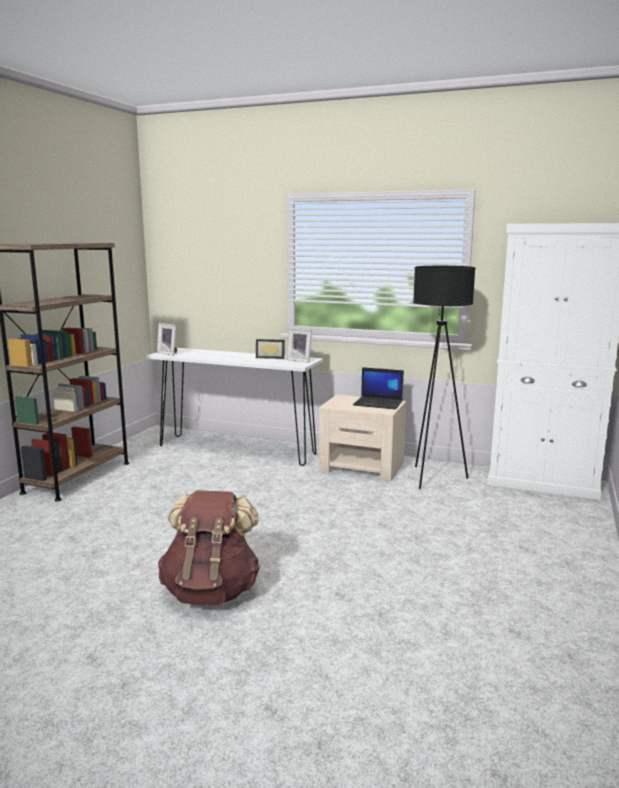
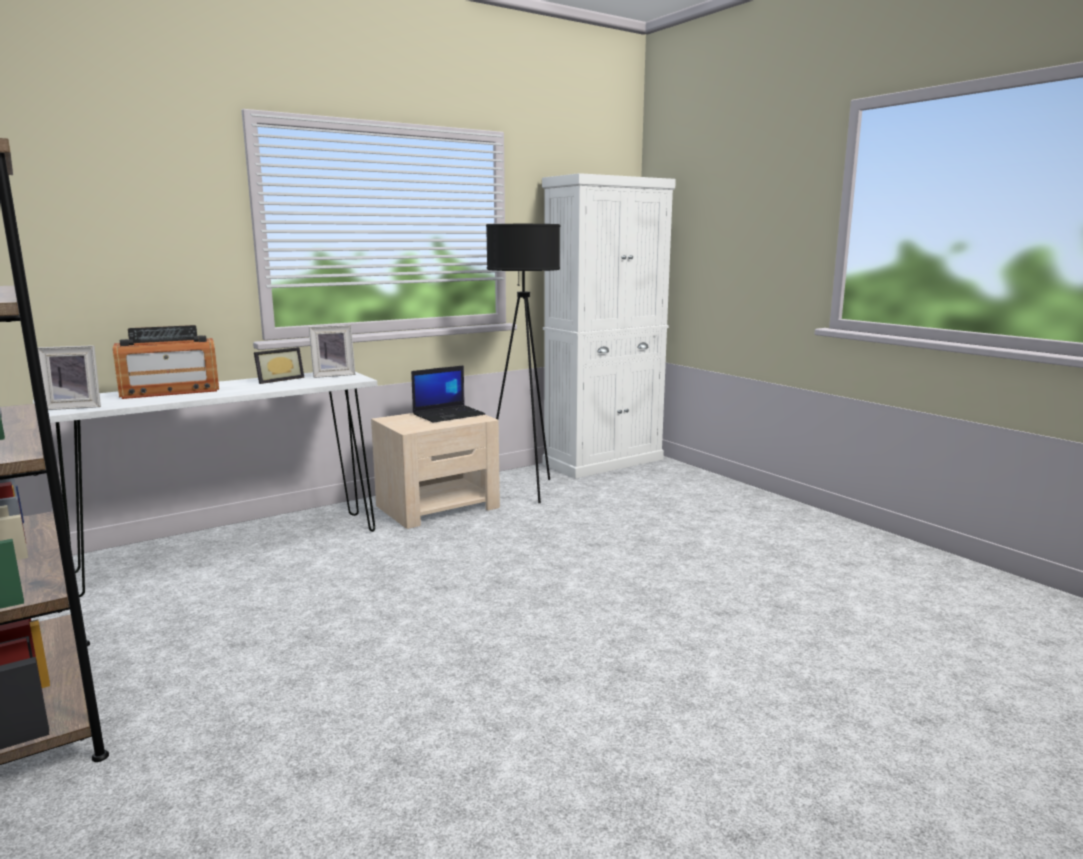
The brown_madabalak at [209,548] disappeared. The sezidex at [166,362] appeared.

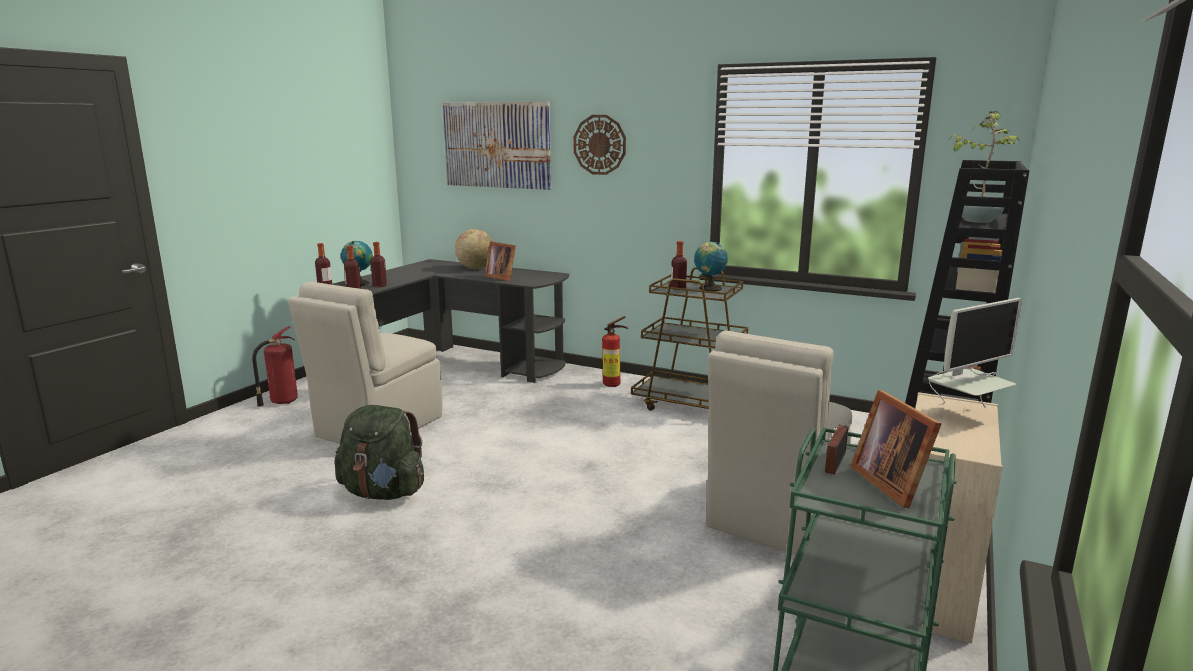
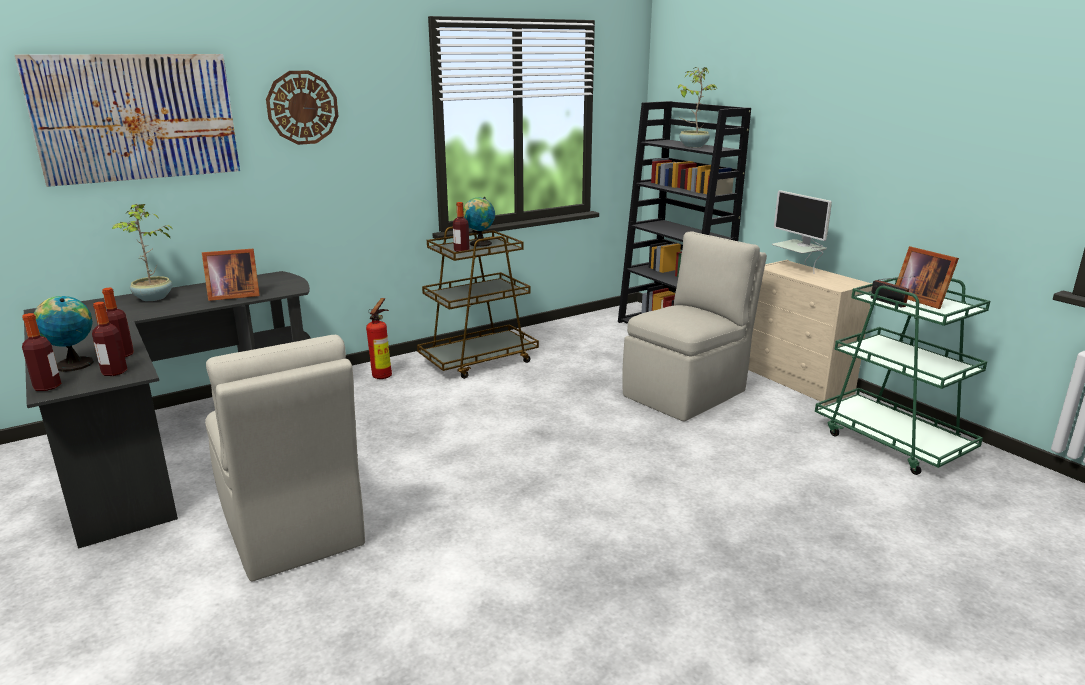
The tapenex at [474,249] was replaced by the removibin at [141,252]. The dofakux at [975,353] turned 150 degrees clockwise. The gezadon at [275,366] disappeared. The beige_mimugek at [779,442] turned 105 degrees counterclockwise. The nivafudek at [895,449] turned 45 degrees clockwise. The green_madabalak at [379,452] disappeared.

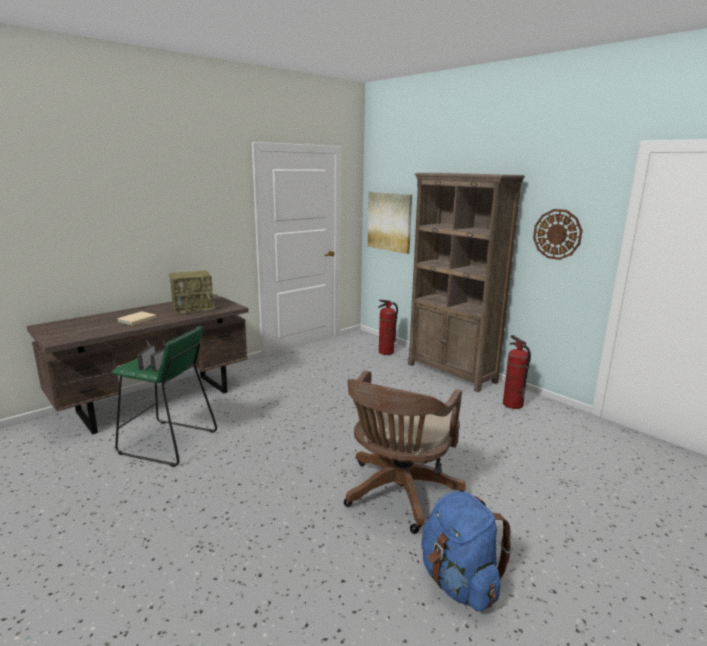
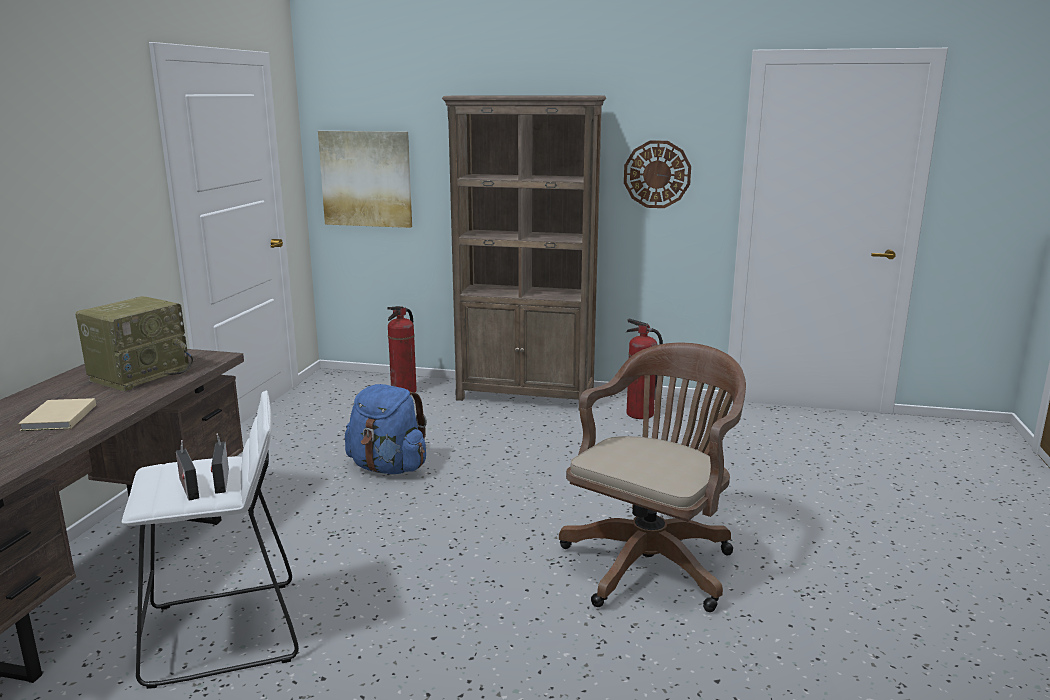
The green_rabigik at [164,396] became the white_rabigik at [210,540]. The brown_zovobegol at [405,452] turned 135 degrees counterclockwise. The blue_madabalak moved from [467,551] to [386,429].

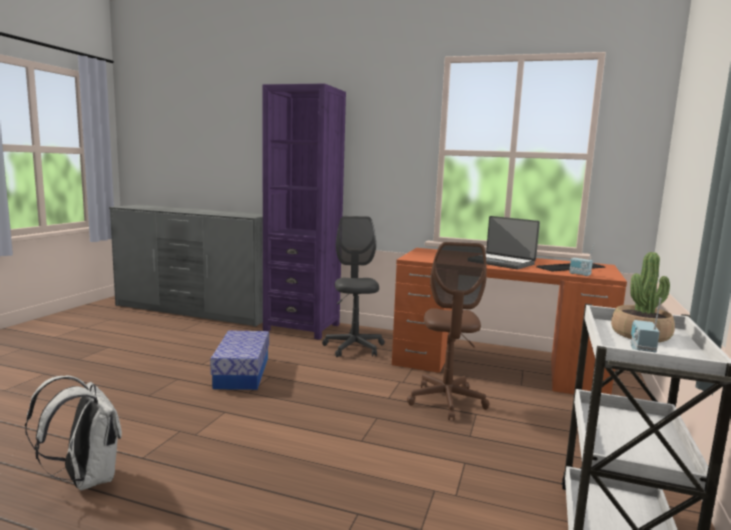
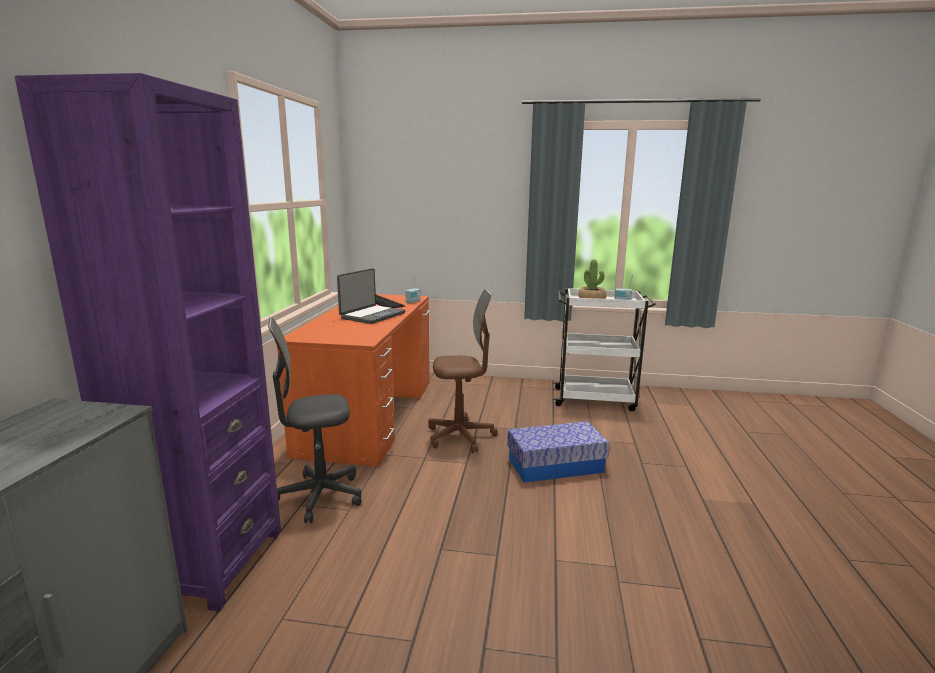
The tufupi moved from [239,360] to [558,452]. The white_madabalak at [73,433] disappeared.

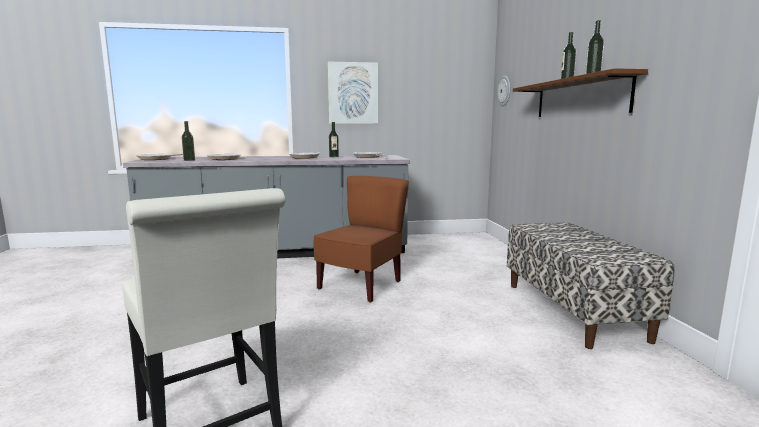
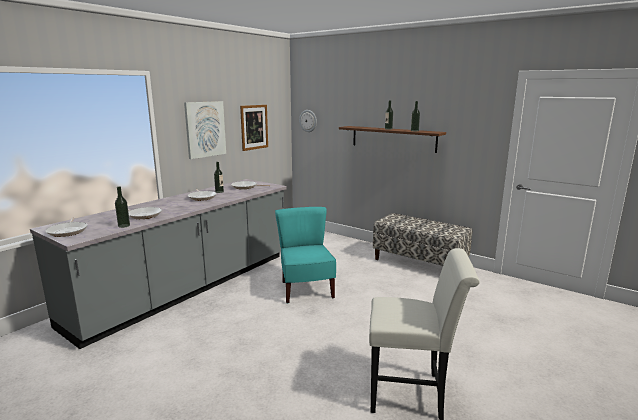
The brown_mimugek at [361,239] became the turquoise_mimugek at [305,255]. The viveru at [254,128] appeared.

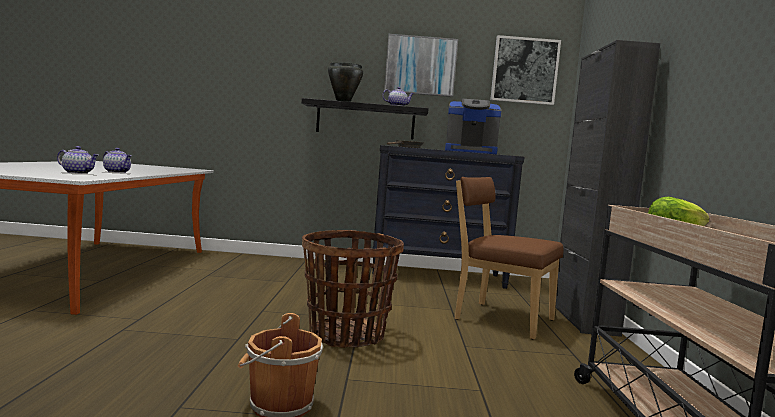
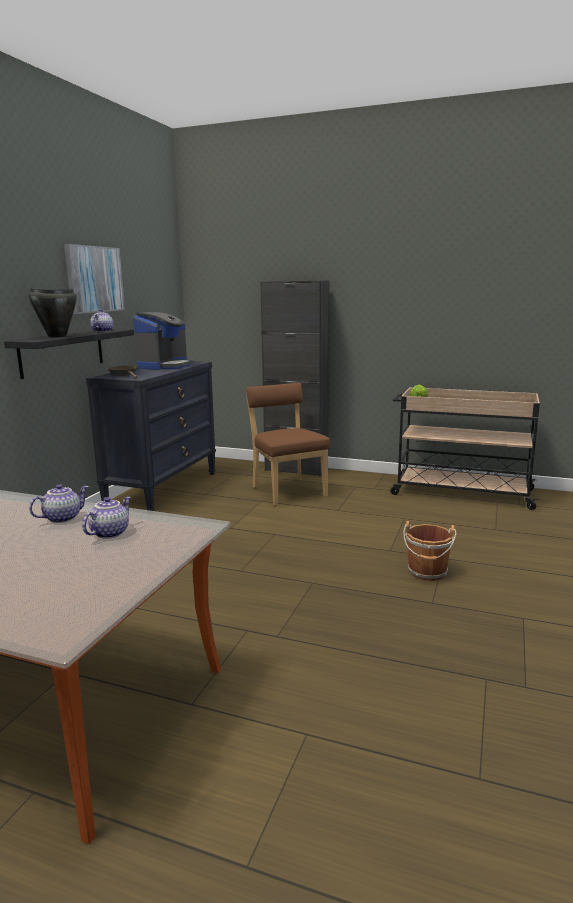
The viveru at [525,70] disappeared. The brown_mimugek at [509,258] turned 105 degrees clockwise. The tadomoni at [353,289] disappeared.

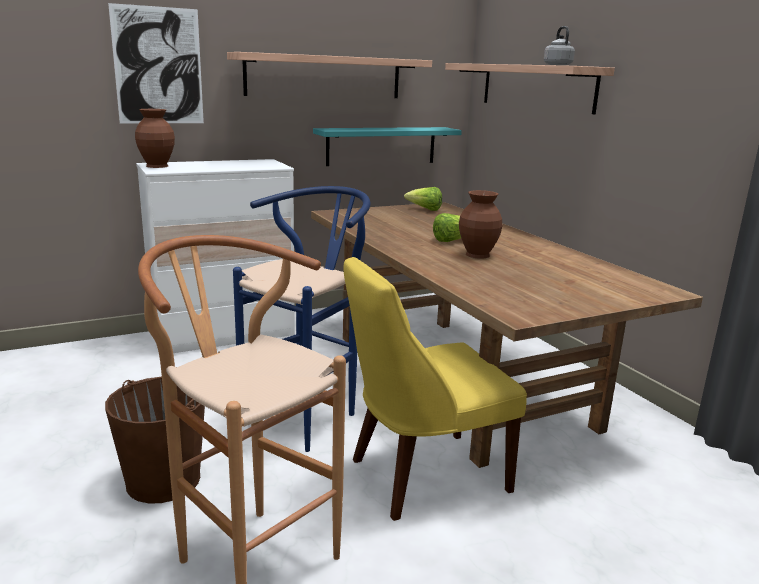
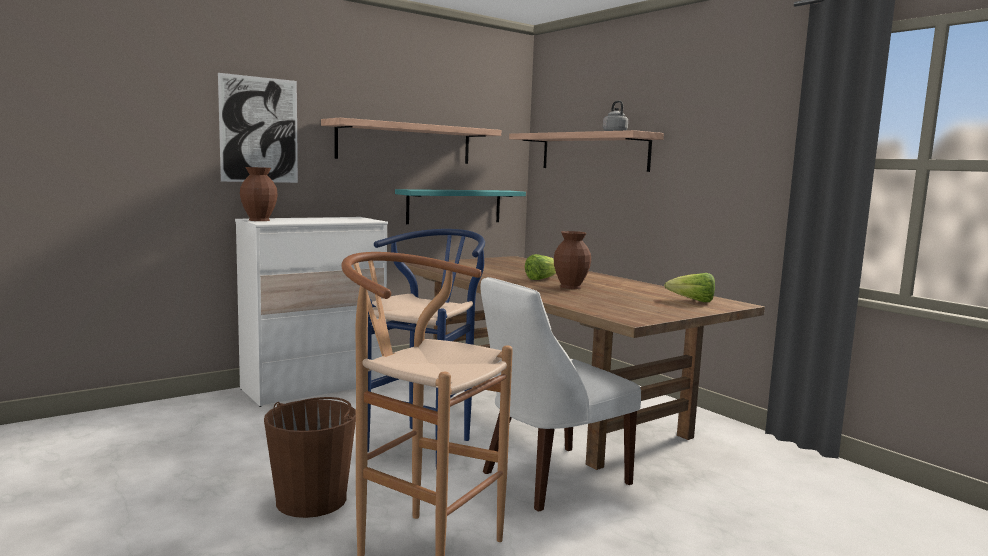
The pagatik moved from [423,199] to [689,287]. The yellow_mimugek at [435,389] became the white_mimugek at [561,394].

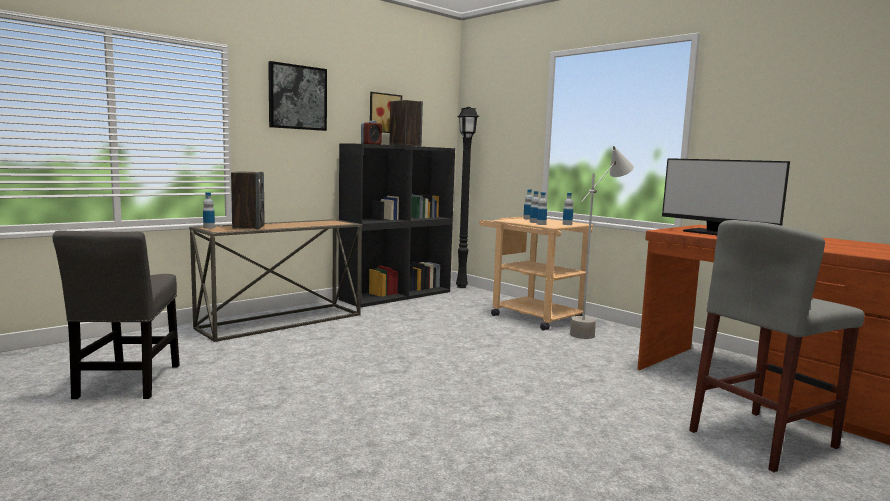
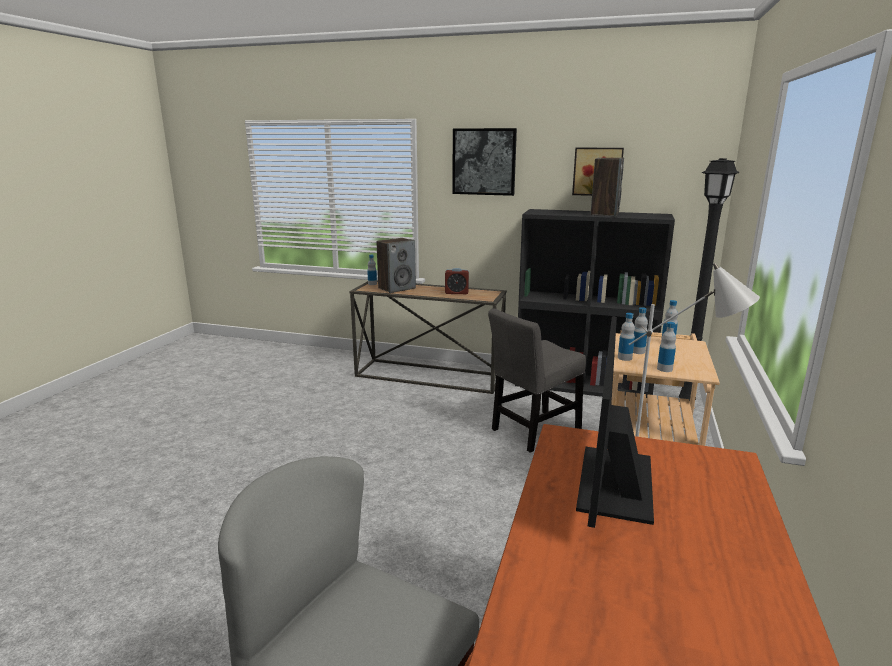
The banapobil moved from [371,133] to [457,281]. The grey_mimugek moved from [116,314] to [537,381].

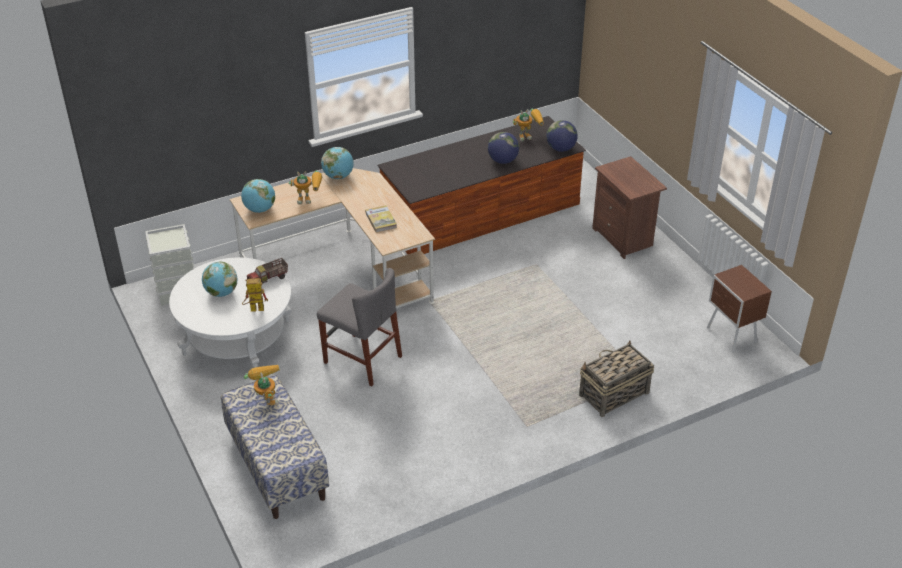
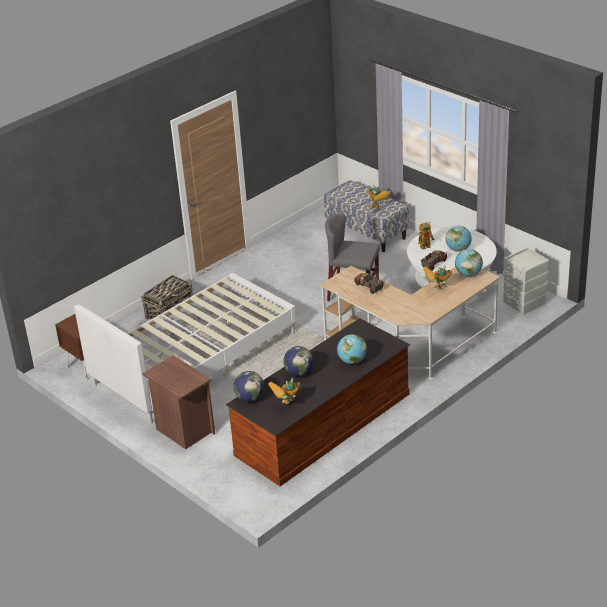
The tapenex moved from [337,163] to [352,349]. The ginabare at [381,219] was replaced by the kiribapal at [369,283]. The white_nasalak at [185,348] appeared.

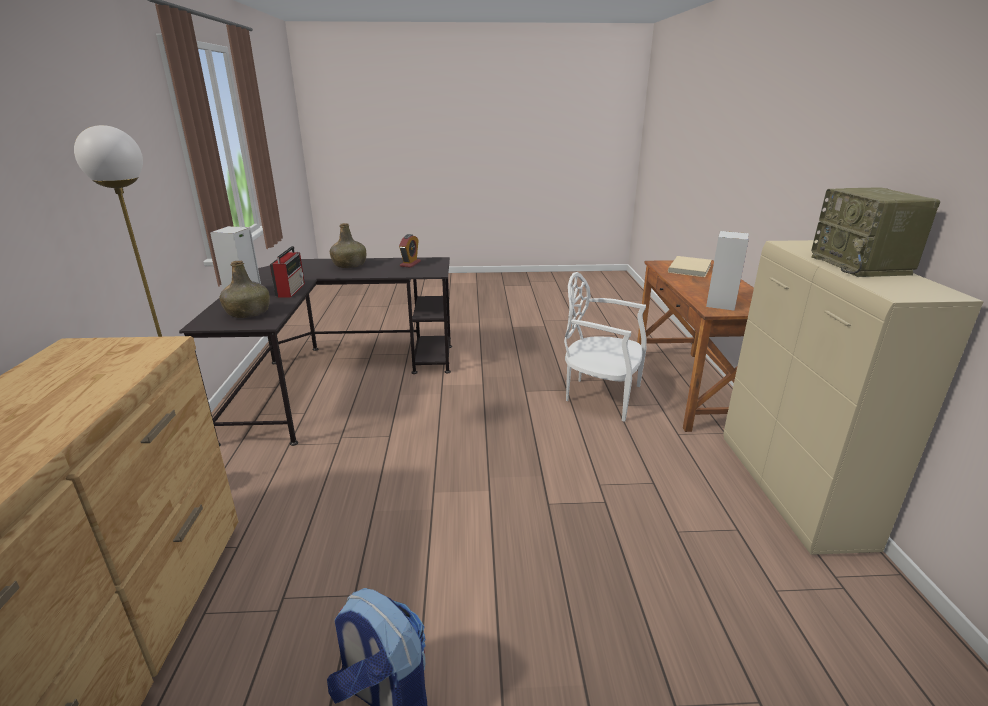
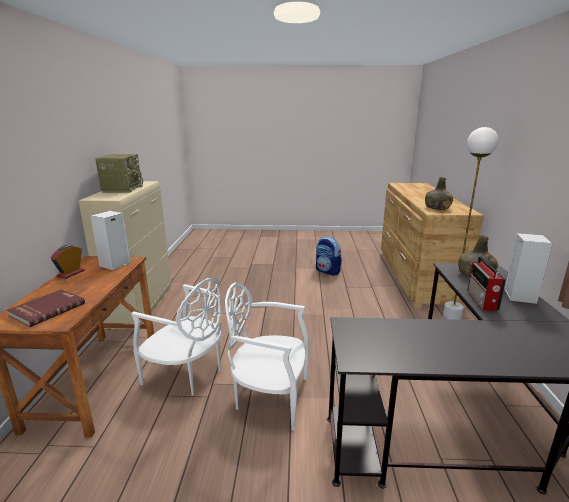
The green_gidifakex moved from [348,245] to [439,193]. The banapobil moved from [410,251] to [68,262]. The beige_ginabare at [690,266] became the red_ginabare at [46,308]. The white_mimugek at [267,356] appeared.

